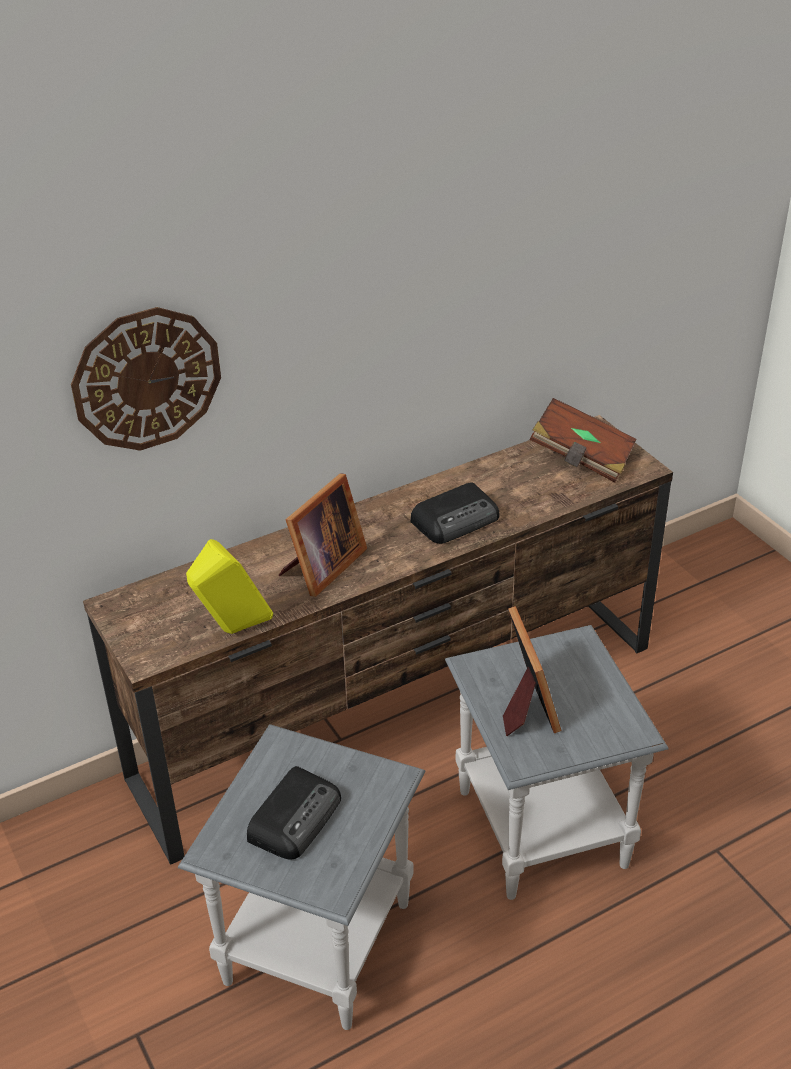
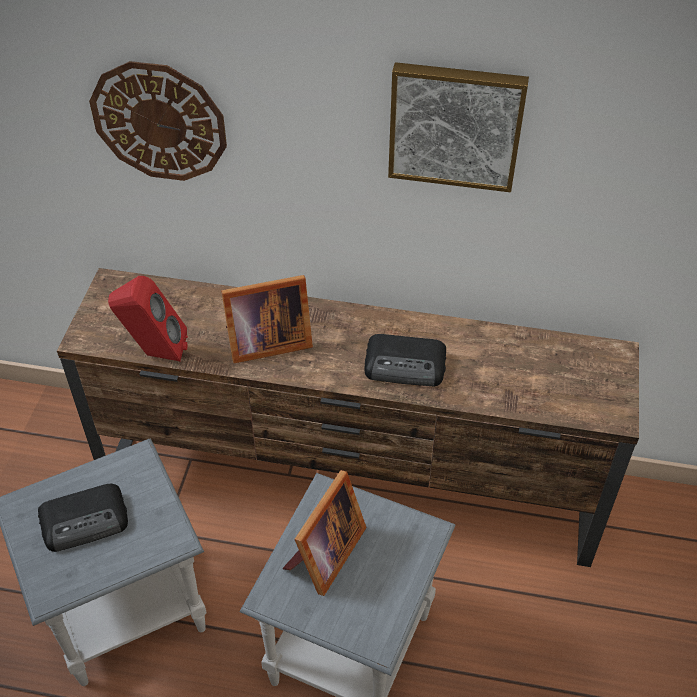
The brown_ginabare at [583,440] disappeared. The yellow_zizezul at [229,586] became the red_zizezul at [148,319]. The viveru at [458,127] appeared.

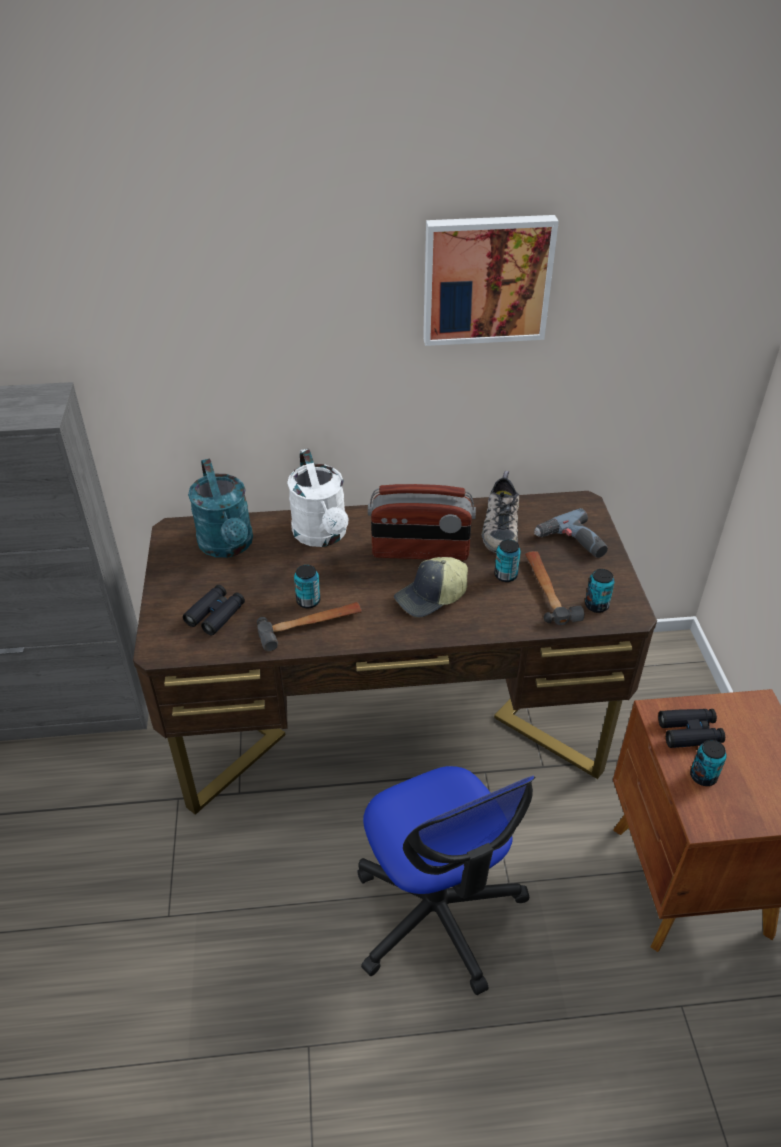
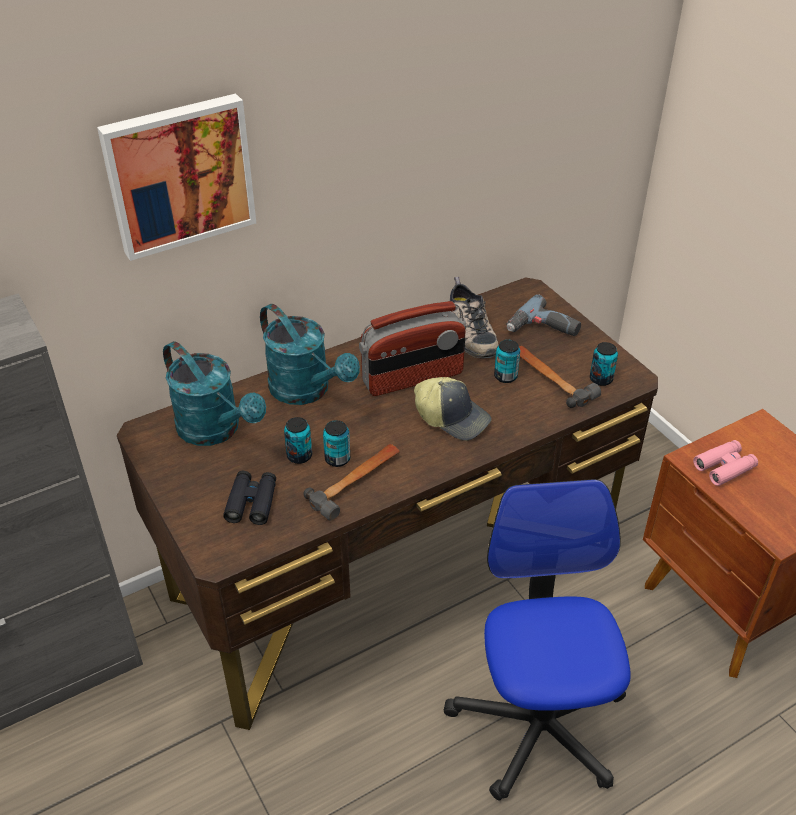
The viveru moved from [491,280] to [176,177]. The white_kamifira at [317,498] became the turquoise_kamifira at [310,354]. The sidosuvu at [431,587] turned 90 degrees counterclockwise. The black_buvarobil at [691,728] became the pink_buvarobil at [725,463]. The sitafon moved from [708,763] to [298,440]. The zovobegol at [447,880] turned 135 degrees counterclockwise.

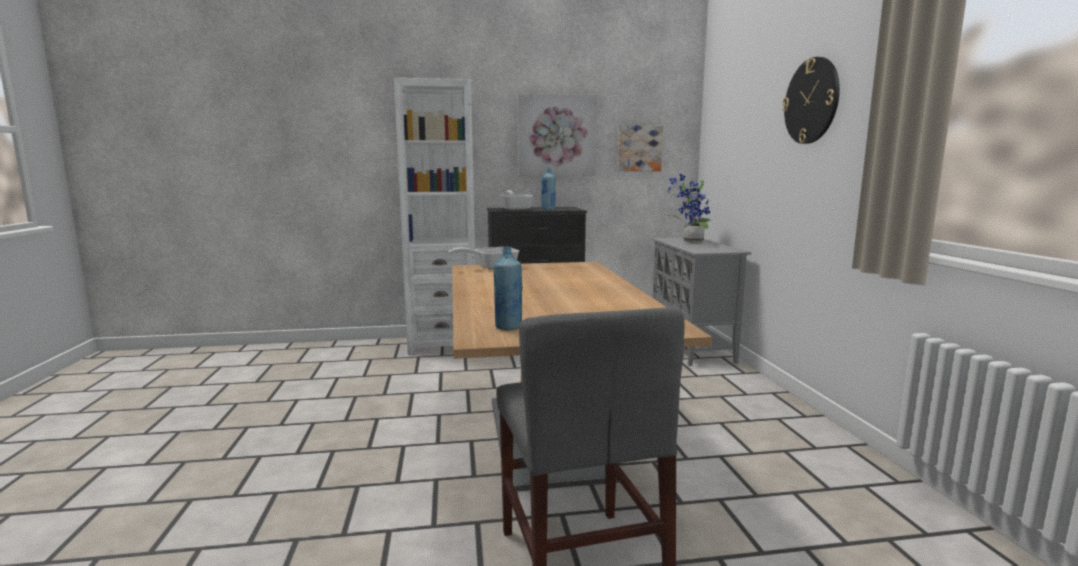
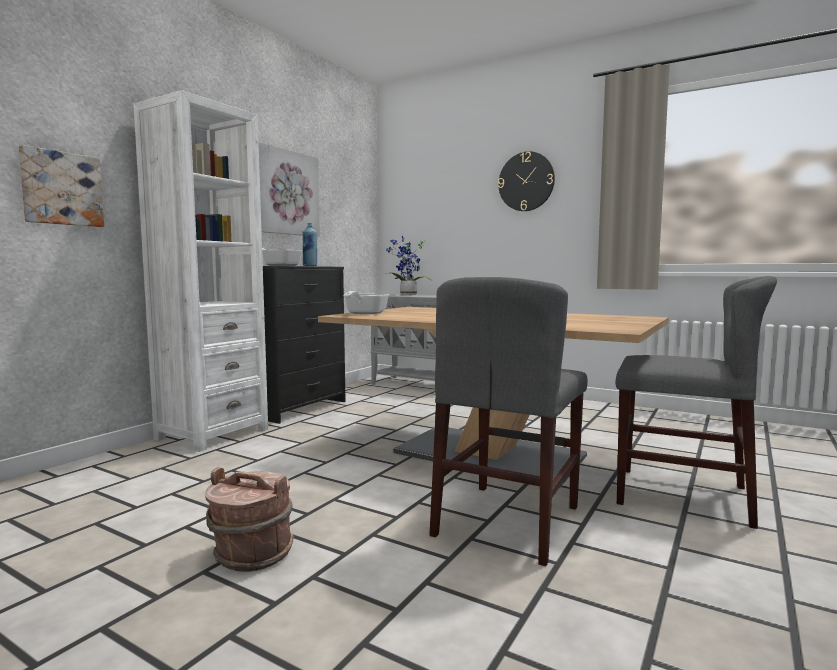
The viveru moved from [640,148] to [61,186]. The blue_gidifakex at [508,289] disappeared. The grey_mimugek at [508,421] appeared. The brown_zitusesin at [249,519] appeared.

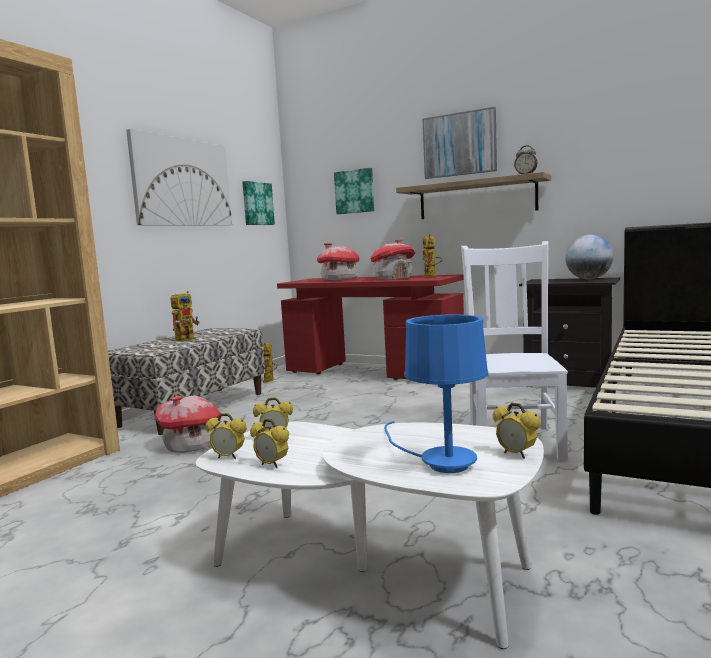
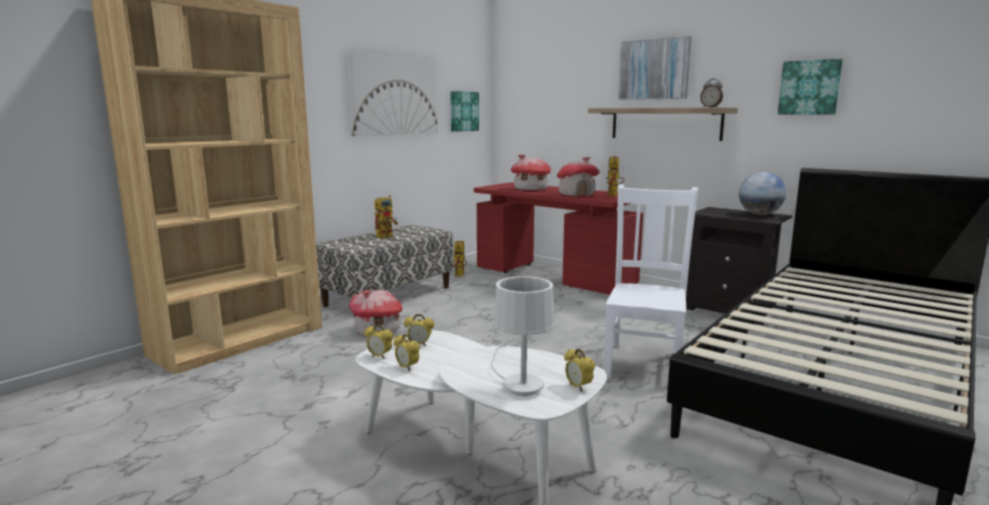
The viveru moved from [354,191] to [810,87]. The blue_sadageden at [436,393] became the white_sadageden at [523,336].

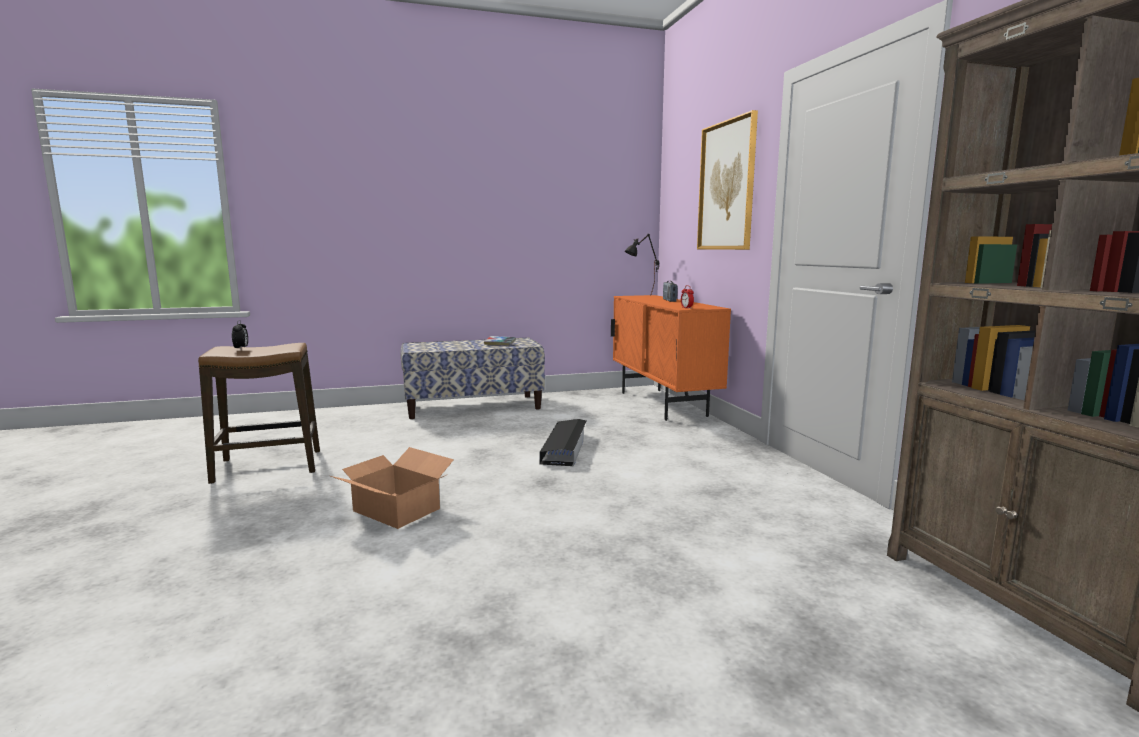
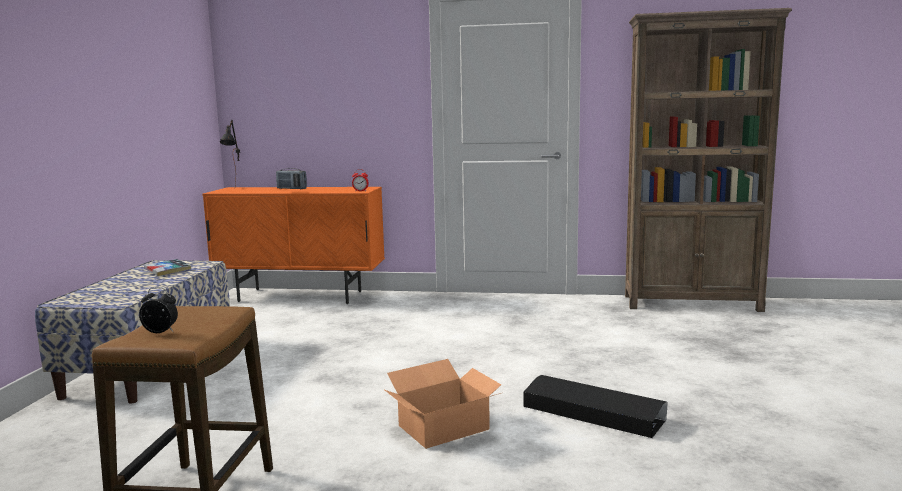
The viveru at [727,180] disappeared. The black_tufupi moved from [562,442] to [595,406].

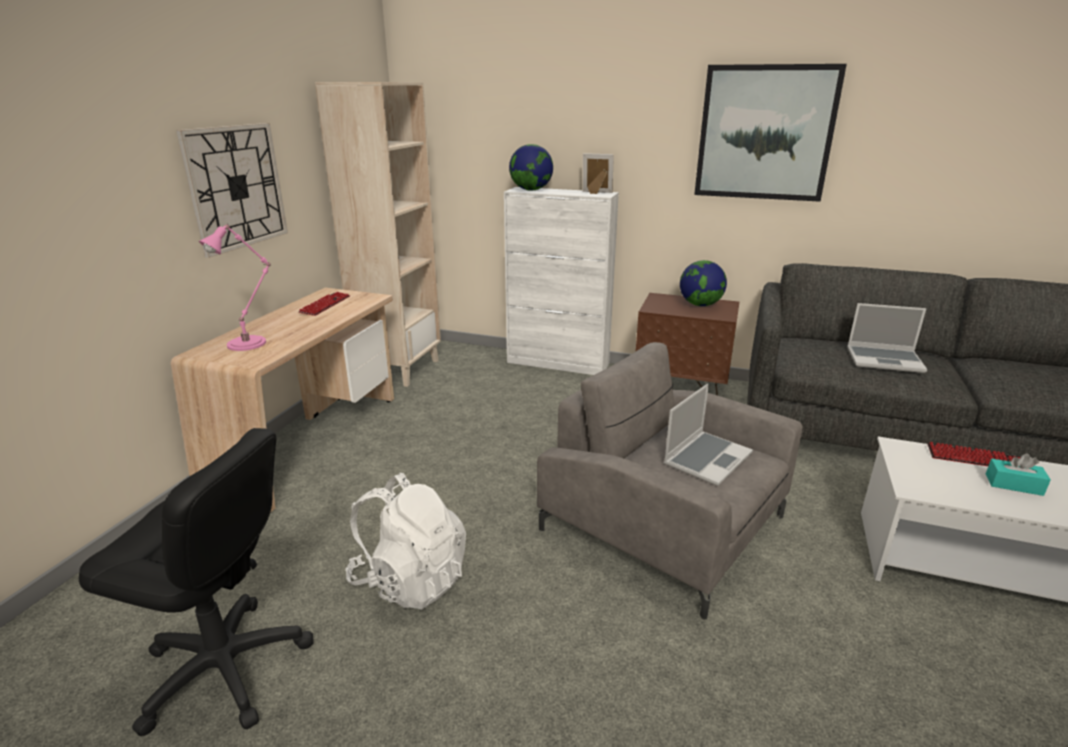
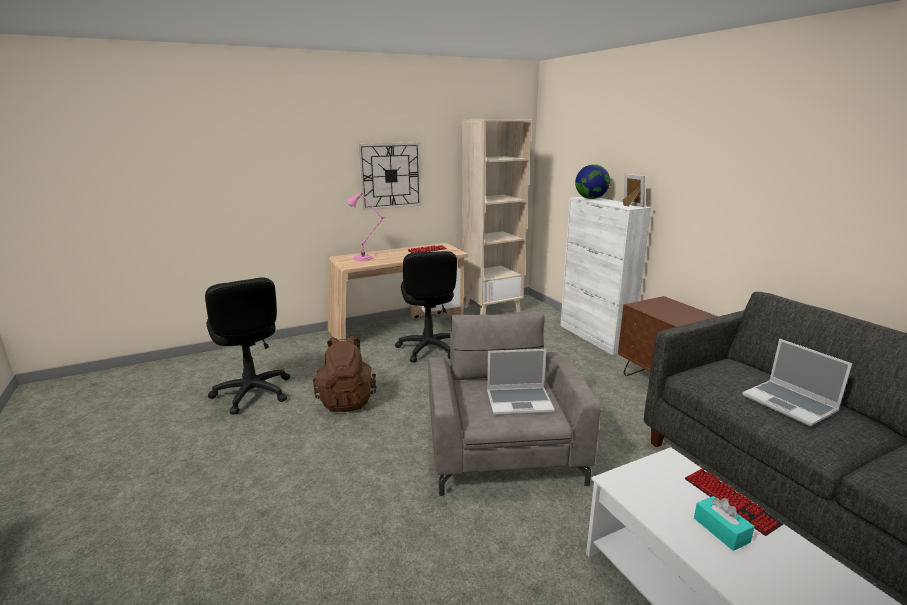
The viveru at [770,133] disappeared. The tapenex at [703,283] disappeared. The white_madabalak at [405,541] became the brown_madabalak at [345,373]. The black_zovobegol at [426,306] appeared.

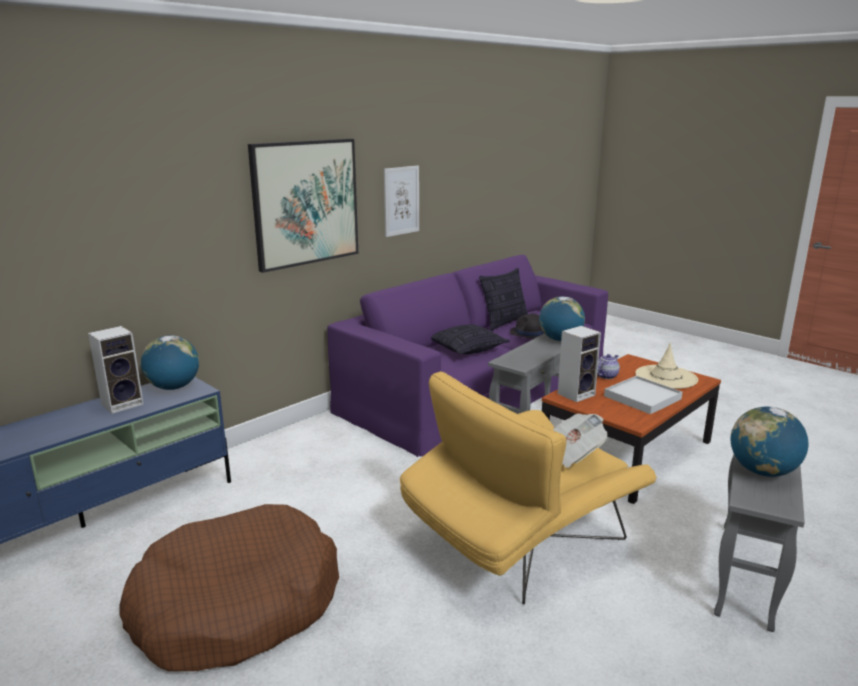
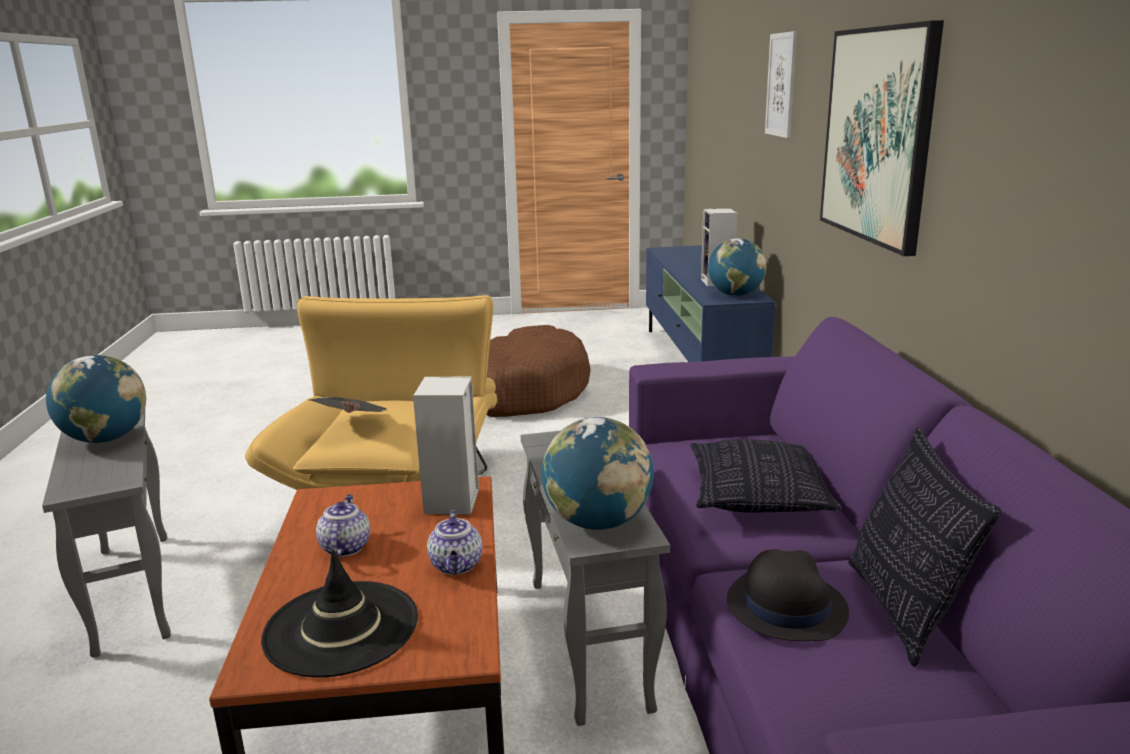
The viveru moved from [401,201] to [781,84]. The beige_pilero at [666,366] became the black_pilero at [339,613]. The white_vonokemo at [643,395] was replaced by the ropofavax at [343,526].

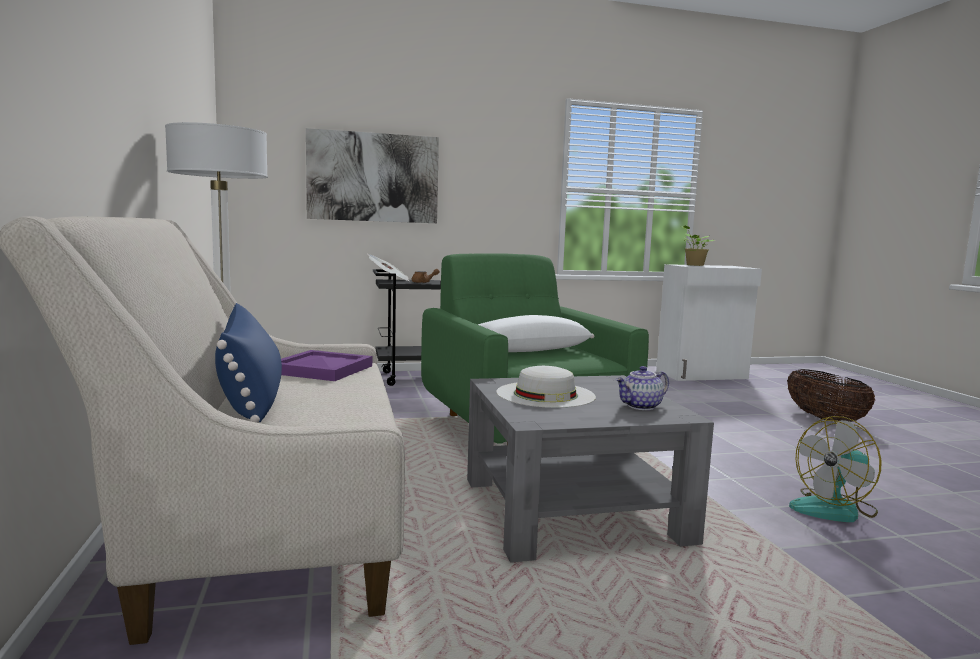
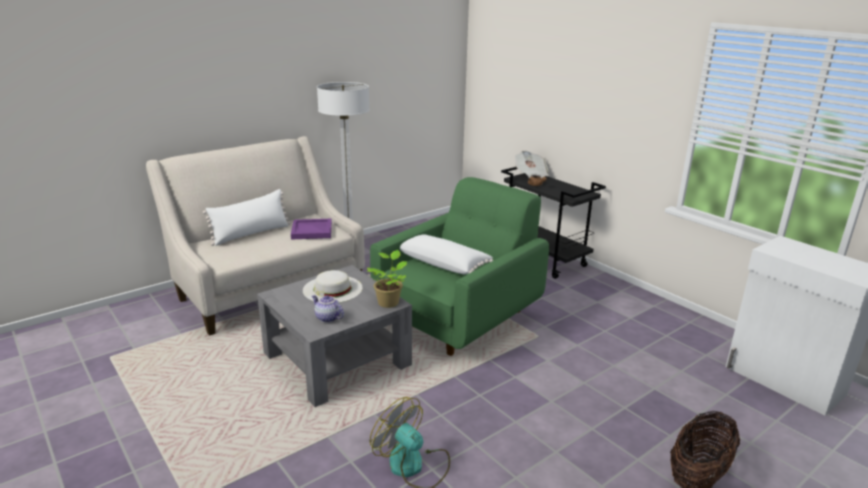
The viveru at [372,175] disappeared. The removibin moved from [698,245] to [387,279]. The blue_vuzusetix at [248,363] became the white_vuzusetix at [246,217].

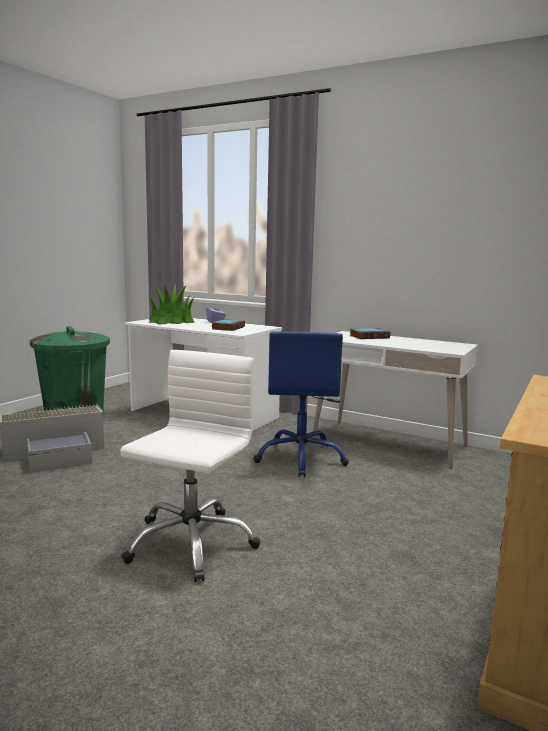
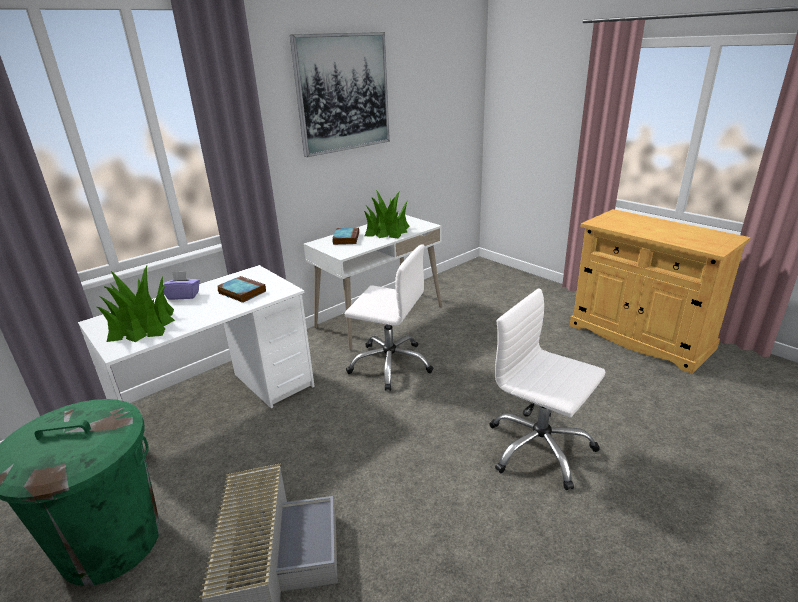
The blue_zovobegol at [301,404] became the white_zovobegol at [389,317]. The viveru at [340,94] appeared. The removibin at [387,214] appeared.

